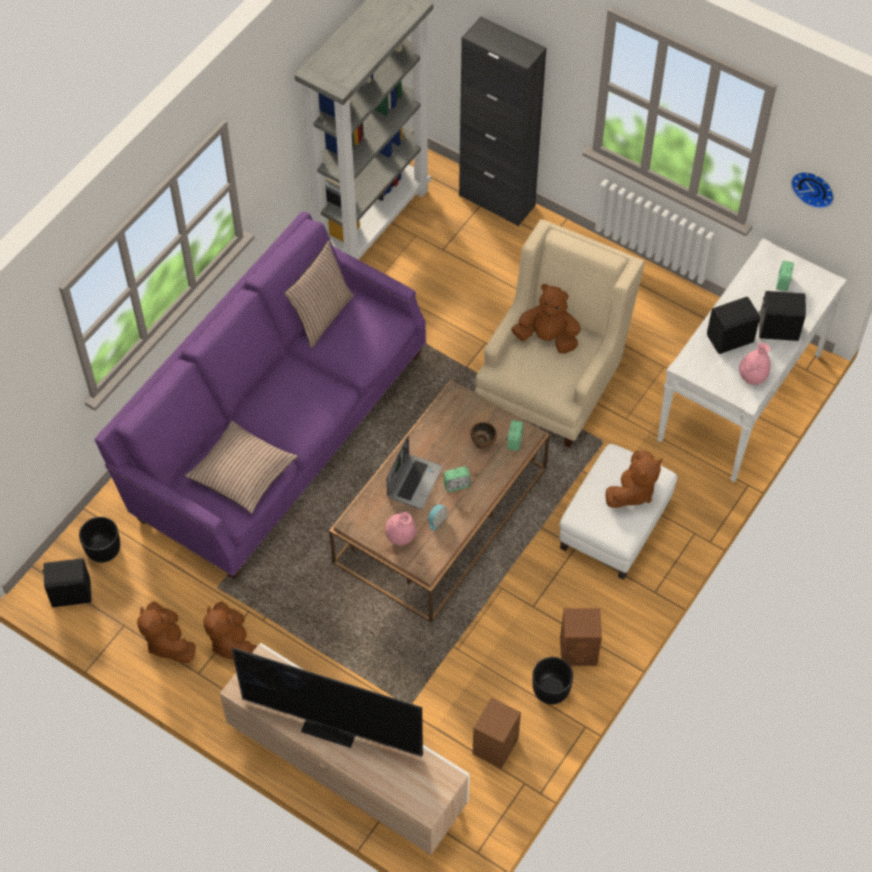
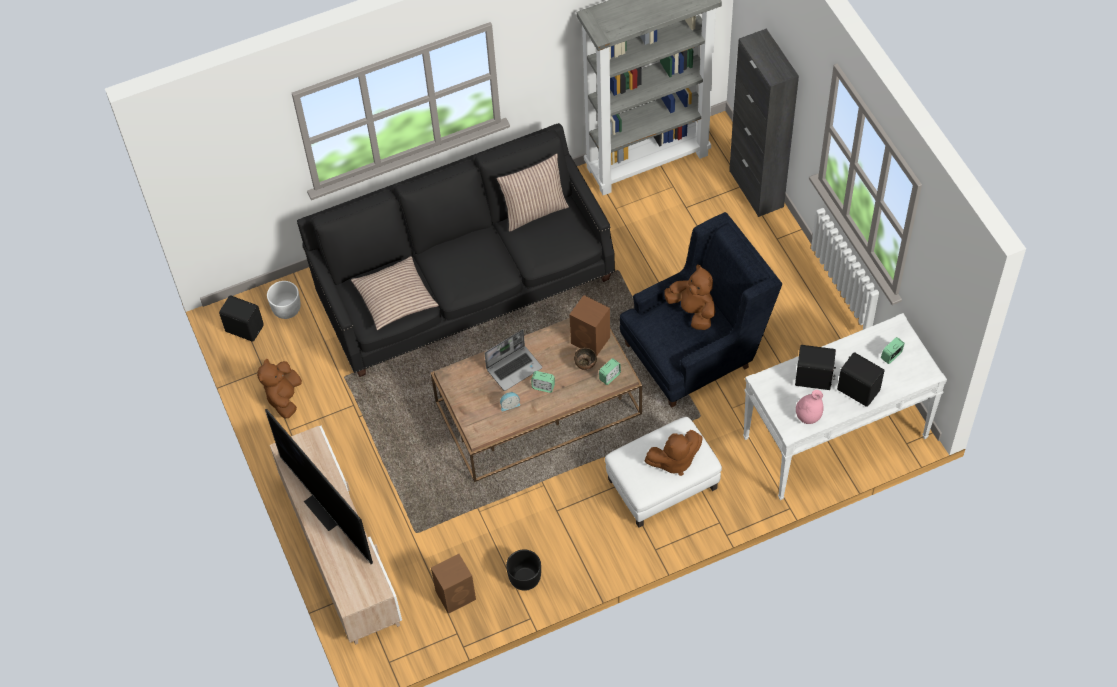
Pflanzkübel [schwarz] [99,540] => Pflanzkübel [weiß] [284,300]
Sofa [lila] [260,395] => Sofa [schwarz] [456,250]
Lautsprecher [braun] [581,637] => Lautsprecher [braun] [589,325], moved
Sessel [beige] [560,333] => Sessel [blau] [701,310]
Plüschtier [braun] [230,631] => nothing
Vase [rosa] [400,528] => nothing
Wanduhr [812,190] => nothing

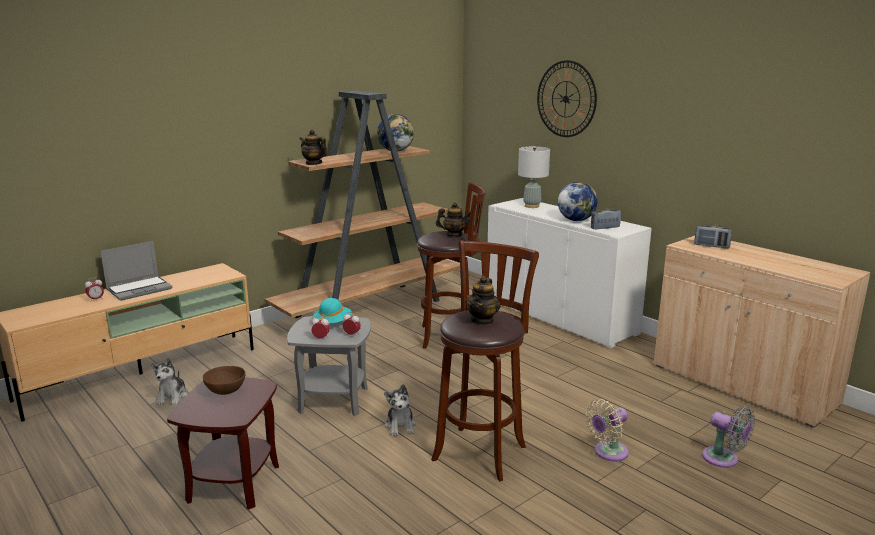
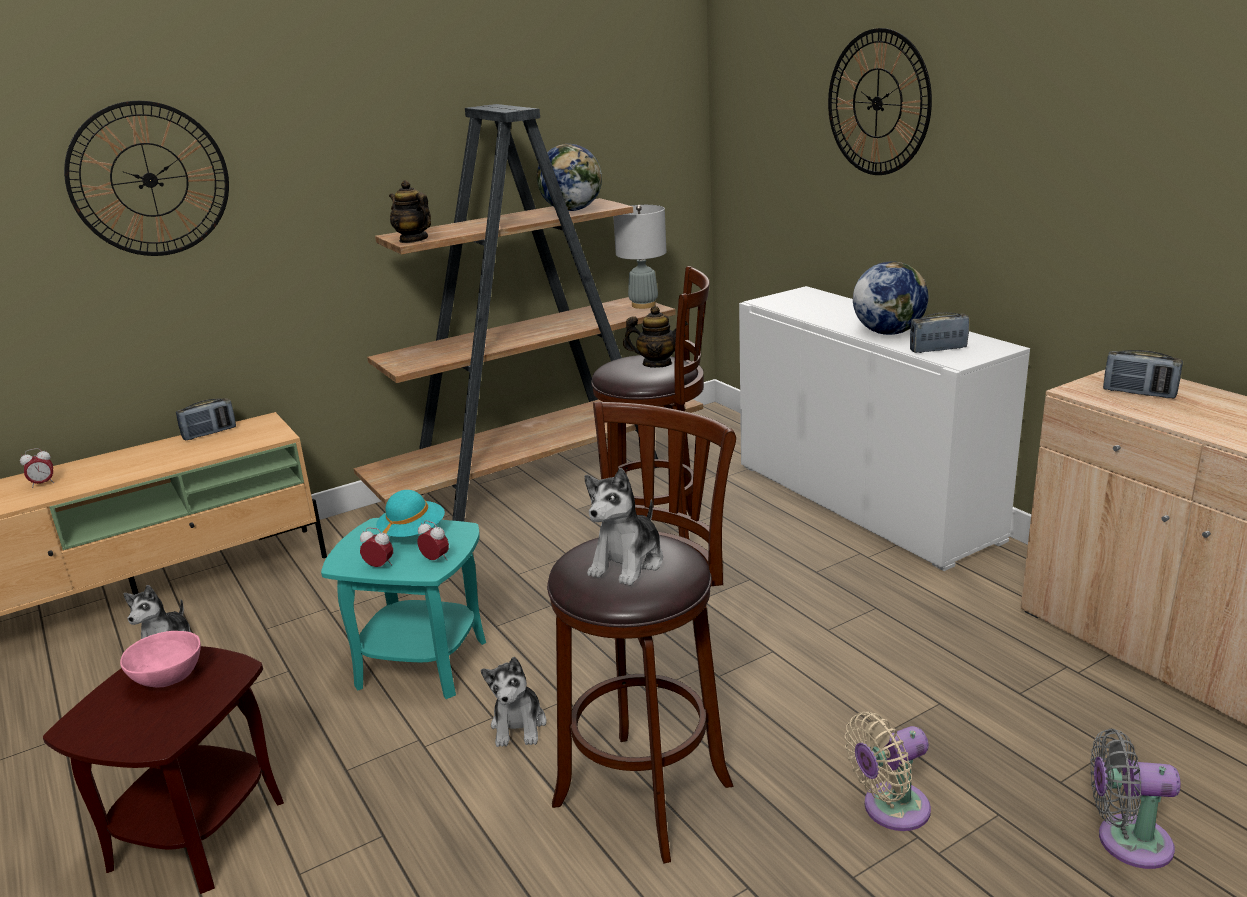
nothing => Wanduhr [146,178]
Schüssel [braun] [224,380] => Schüssel [rosa] [160,659]
nothing => Radio [206,419]
Beistelltisch [grau] [329,366] => Beistelltisch [türkis] [403,608]
Teekanne [482,300] => Plüschtier [624,527]
Tischlampe [grau] [534,177] => Tischlampe [grau] [639,257], moved
Ventilator [grau] [728,437] => Ventilator [grau] [1135,799], 135 degrees clockwise
Laptop [136,271] => nothing

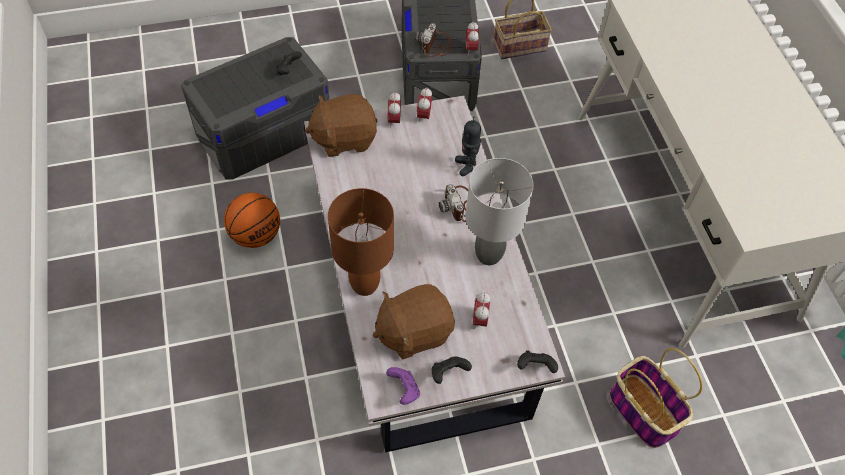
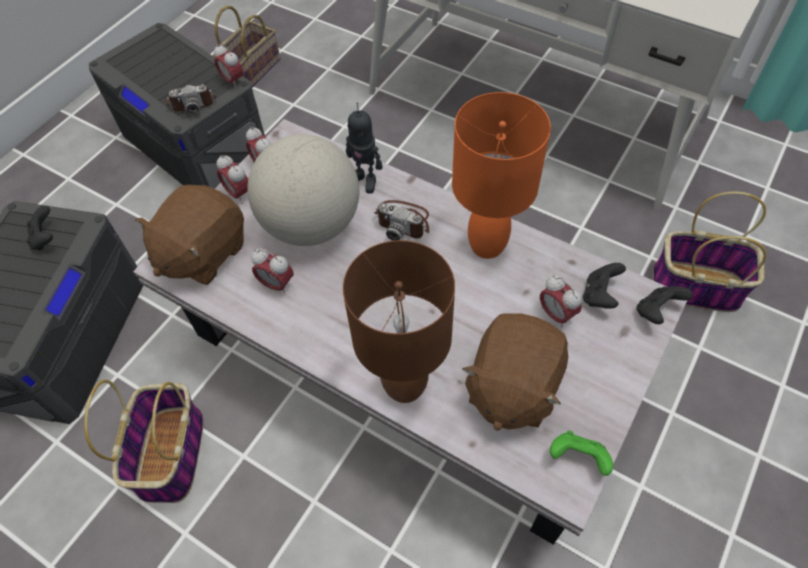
Basketball [252,220] => Korb [144,441]
Kamera [433,40] => Kamera [191,99], 75 degrees counterclockwise
nothing => Globus [303,190]
nothing => Wecker [272,271]
Tischlampe [grau] [499,211] => Tischlampe [orange] [501,175]
Gamepad [lila] [403,386] => Gamepad [grün] [581,453]
Gamepad [schwarz] [452,370] => Gamepad [schwarz] [604,286], moved

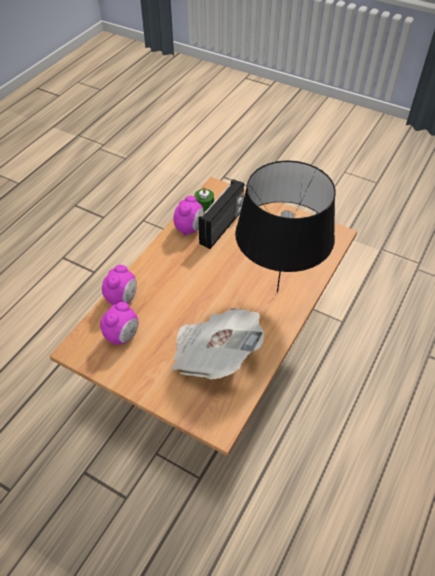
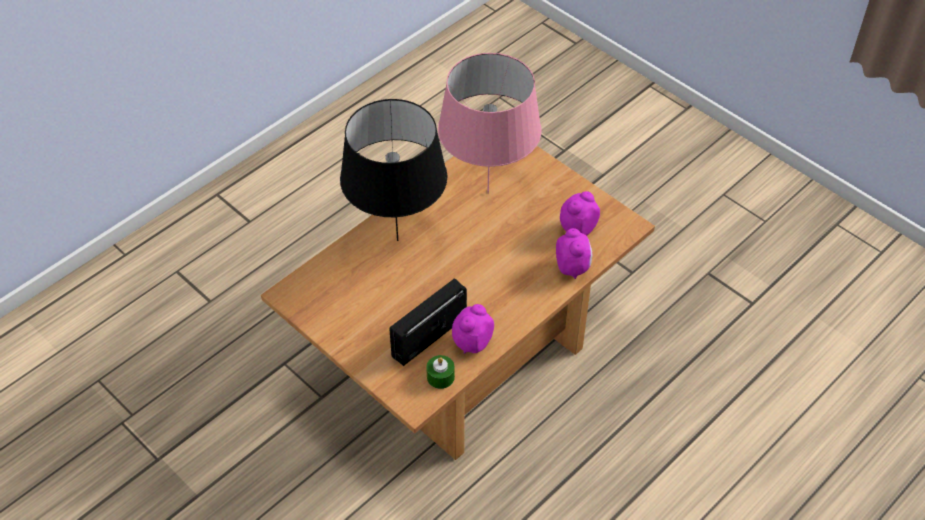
Zeitung [218,344] => Tischlampe [rosa] [490,123]
Wecker [119,285] => Wecker [574,253], 135 degrees clockwise

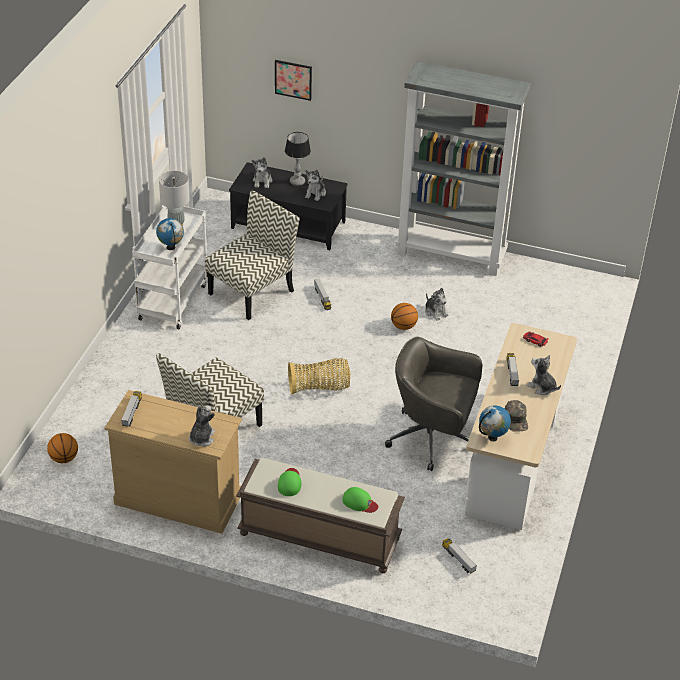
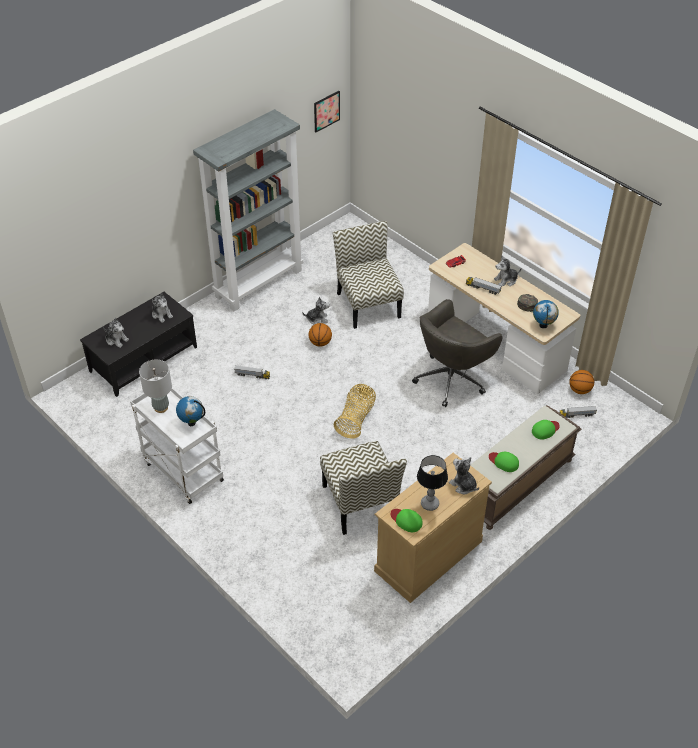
Bild [293,80] => Bild [327,111], moved
Stuhl [252,255] => Stuhl [368,275], moved
Spielzeuglaster [131,409] => Kappe [grün] [406,520]
Tischlampe [298,159] => Tischlampe [432,483], moved
Basketball [62,448] => Basketball [581,382], moved

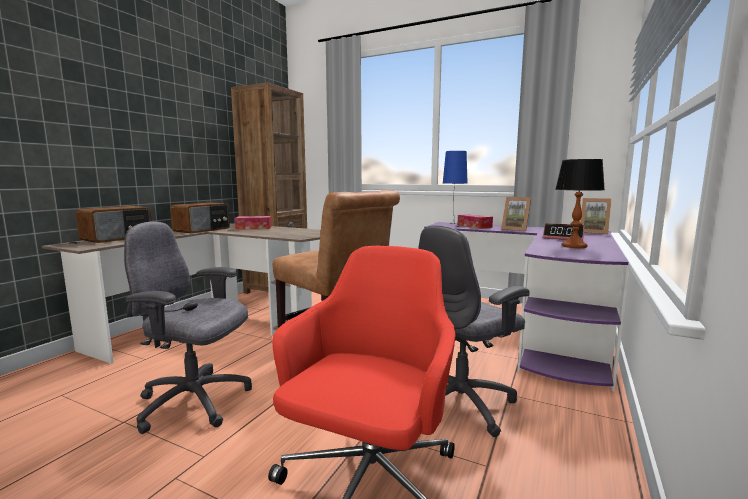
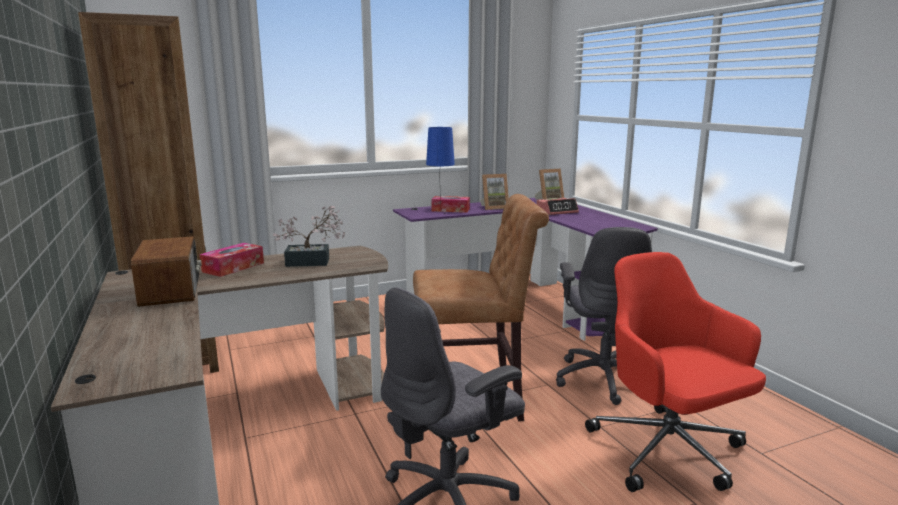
nothing => Topfpflanze [309,236]
Radio [114,224] => nothing
Tischlampe [580,203] => nothing

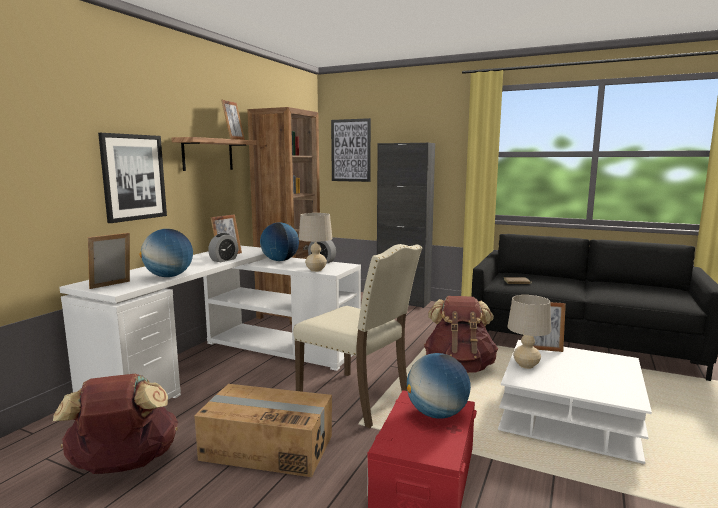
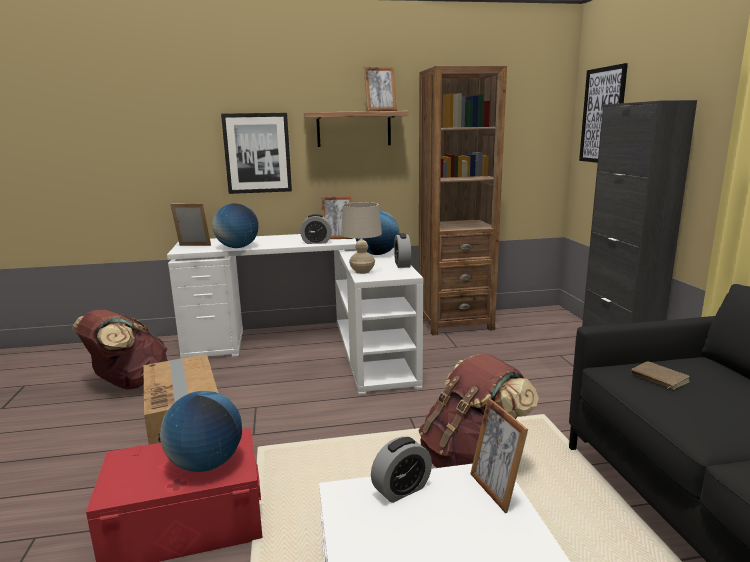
Tischlampe [beige] [529,332] => Wecker [401,470]
Stuhl [beige] [357,336] => nothing

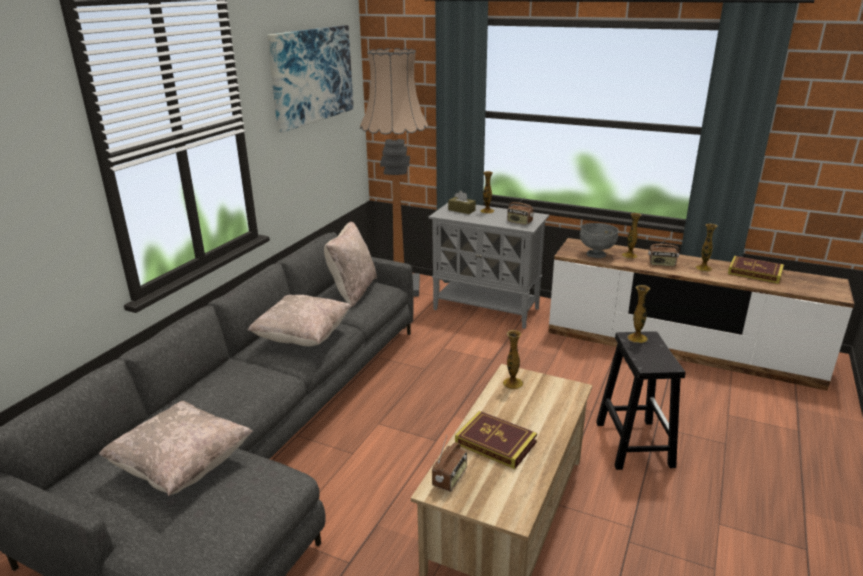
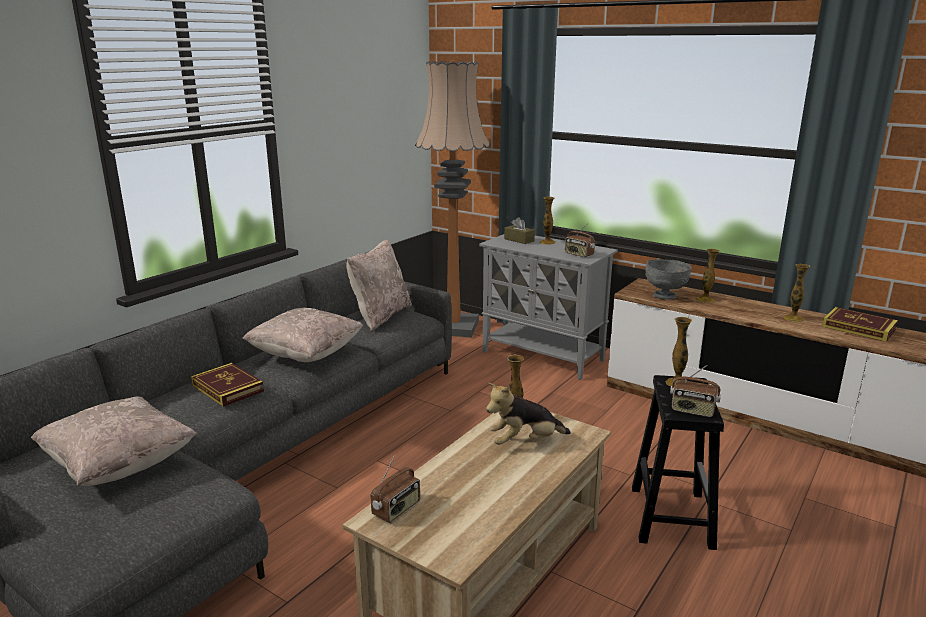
Buch [496,440] => Buch [227,385], moved
nothing => Plüschtier [528,414]
Radio [663,251] => Radio [695,391], moved
Bild [310,79] => nothing

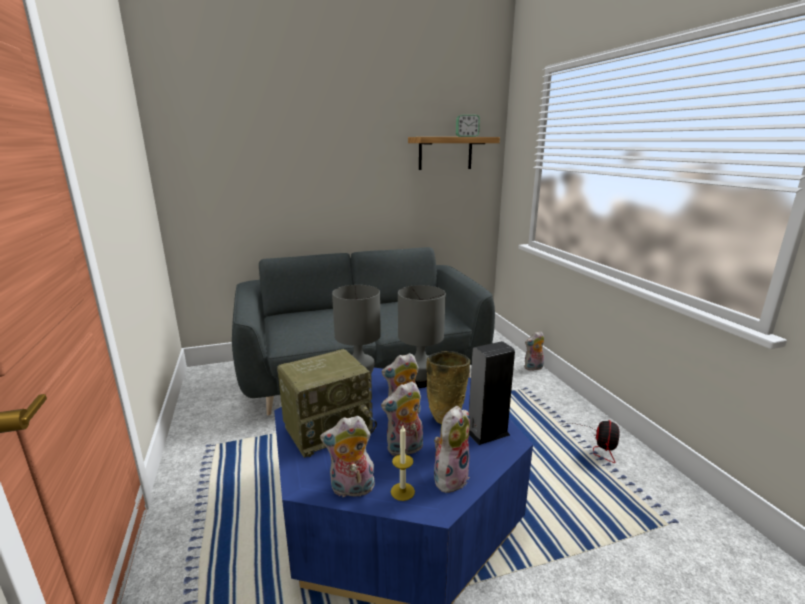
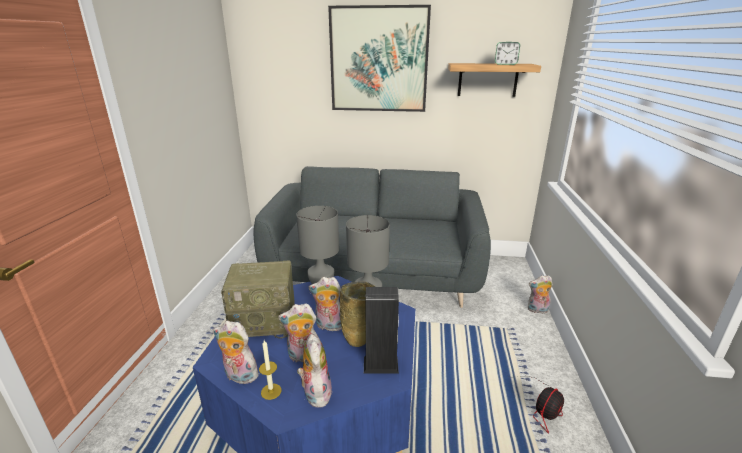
Plüschtier [452,449] => Plüschtier [315,371], 75 degrees counterclockwise
nothing => Bild [379,58]

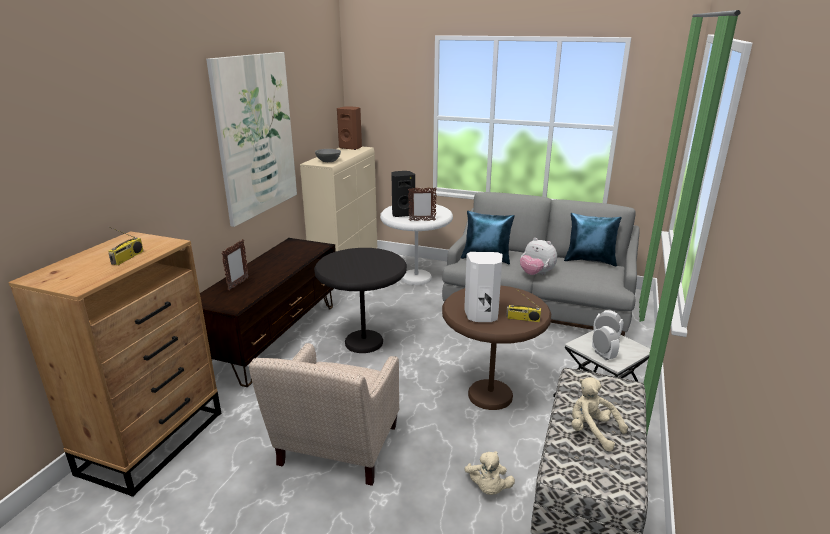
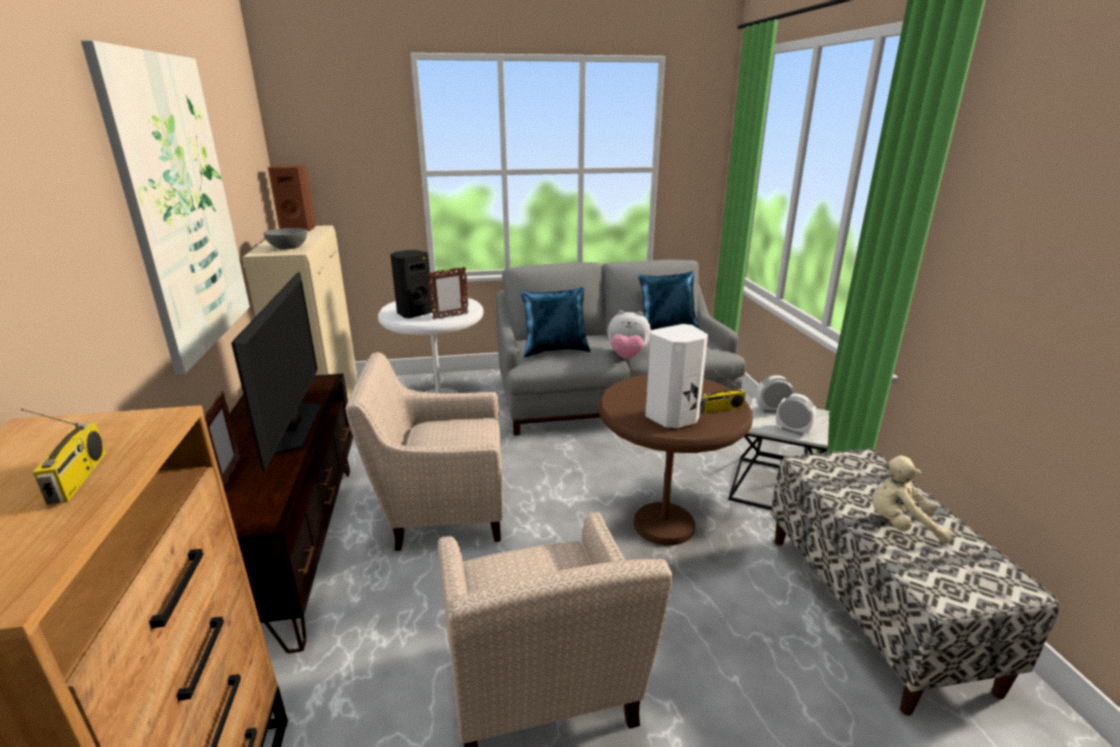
nothing => Fernseher [276,372]
Beistelltisch [schwarz] [360,300] => Sessel [beige] [424,451]
Plüschtier [beige] [490,473] => nothing

